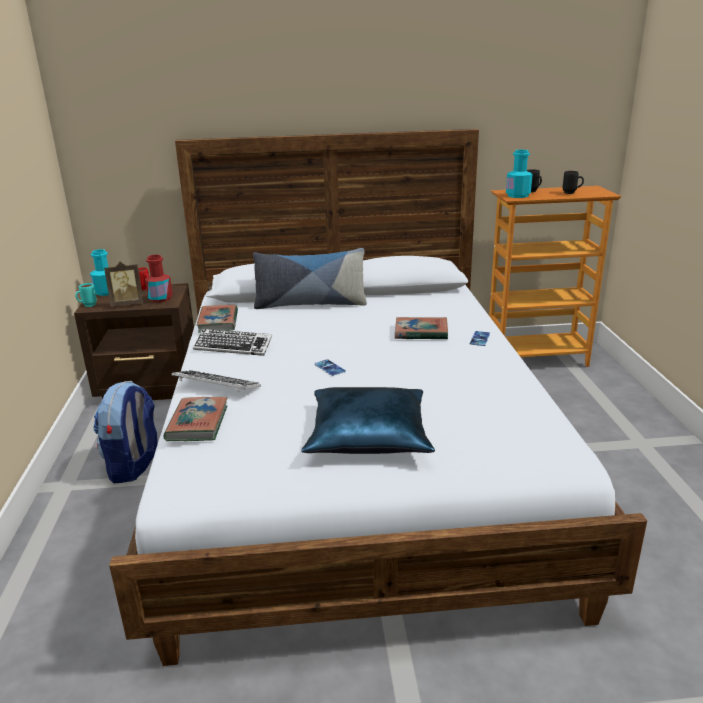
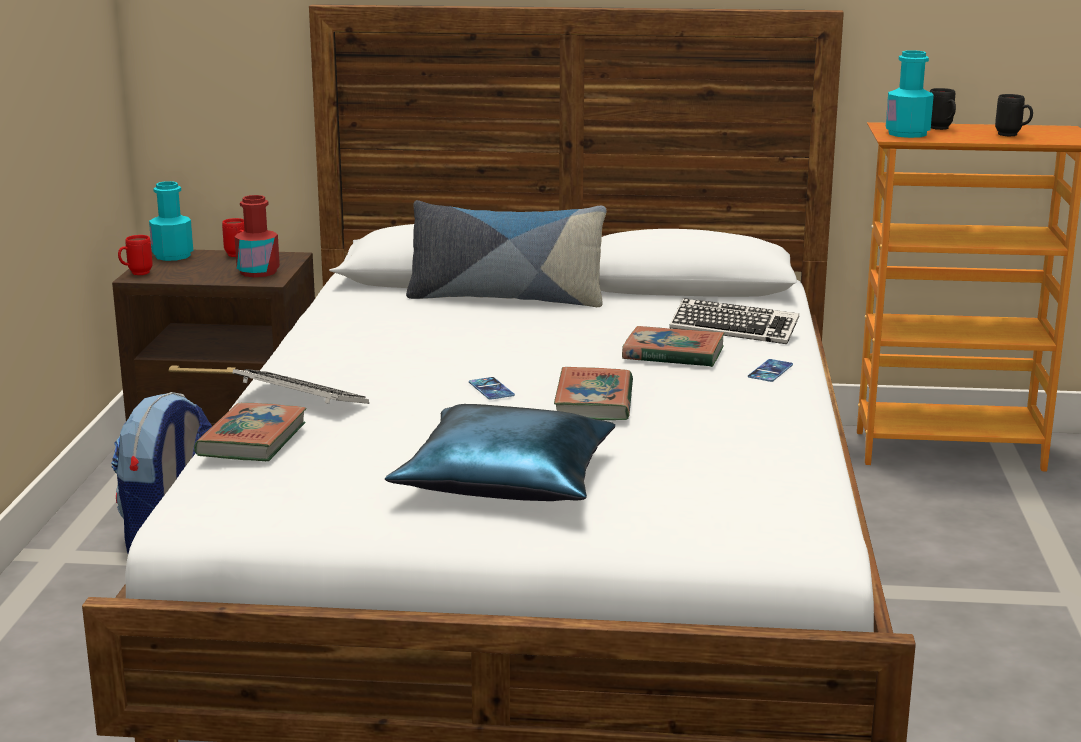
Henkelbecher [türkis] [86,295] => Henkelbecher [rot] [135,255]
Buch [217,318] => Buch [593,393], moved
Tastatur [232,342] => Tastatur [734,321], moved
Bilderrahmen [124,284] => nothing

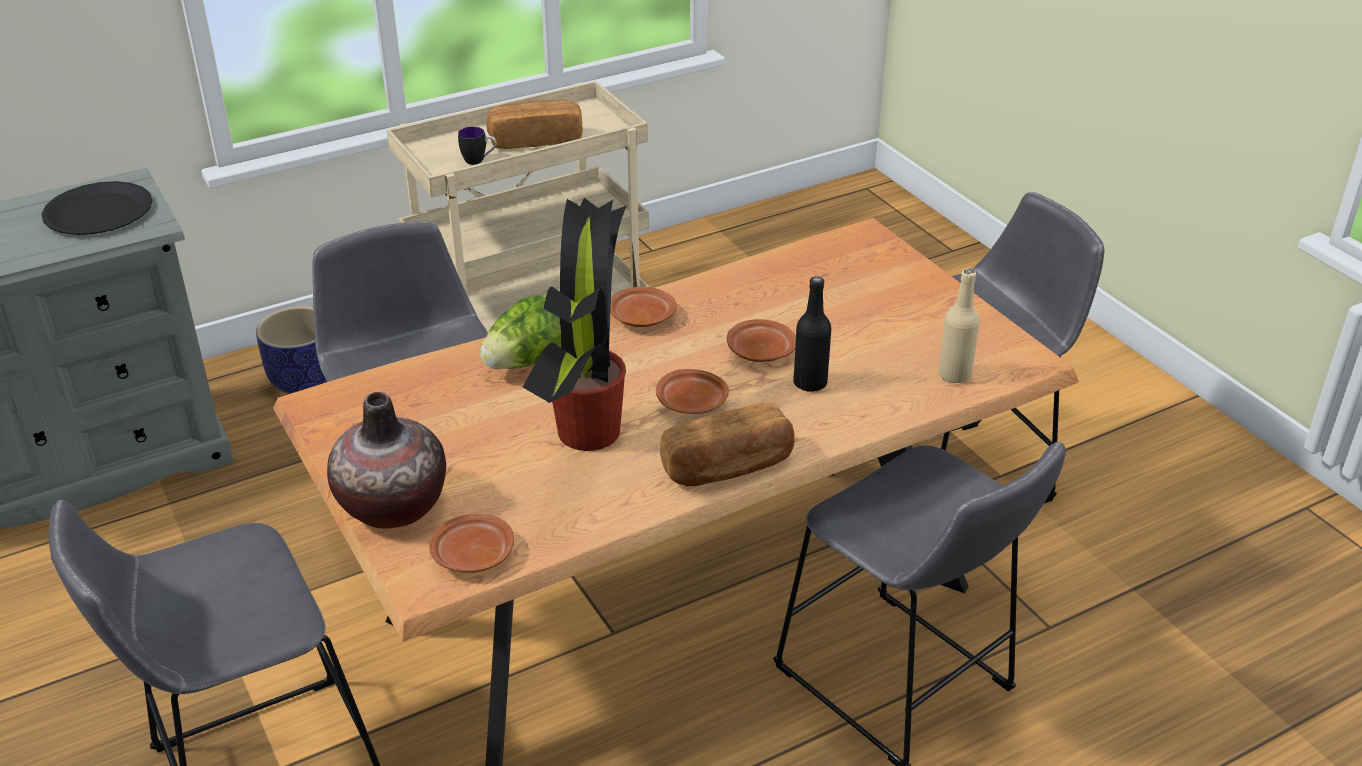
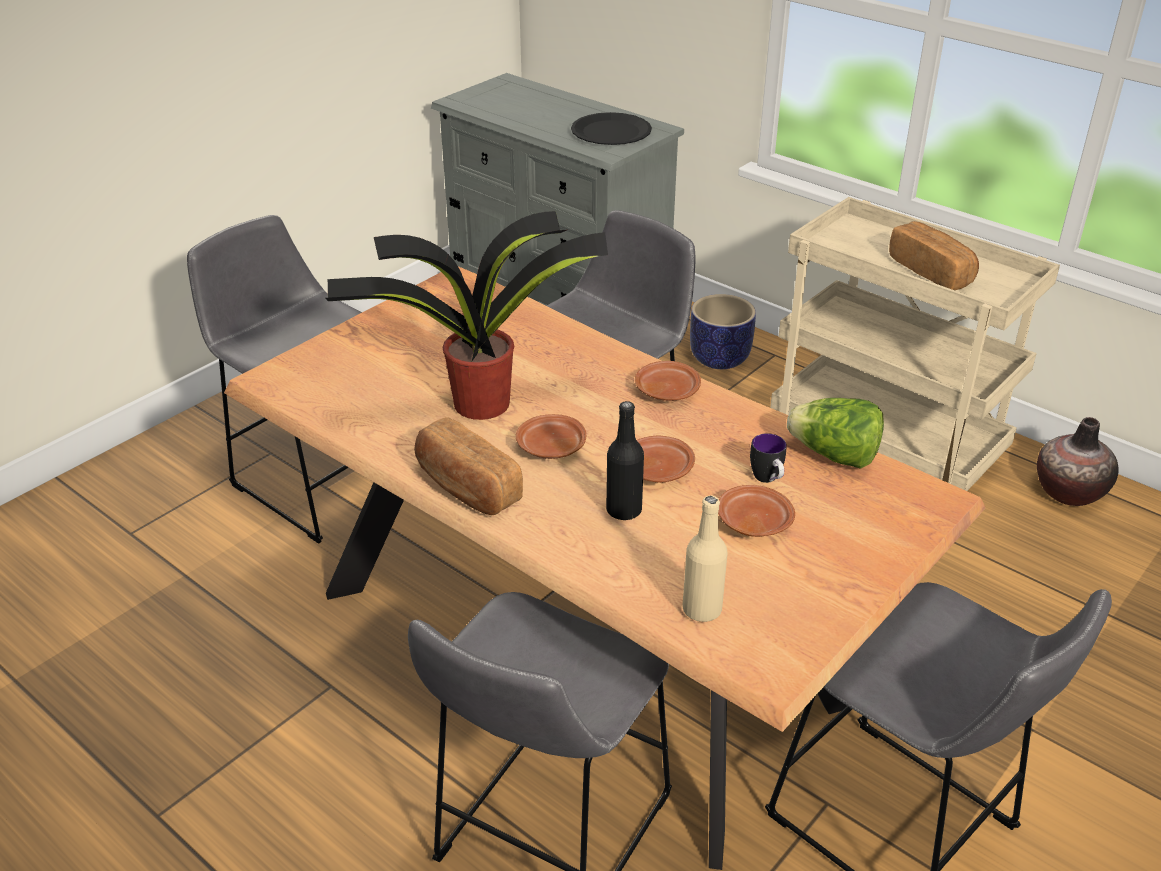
Teller [braun] [471,543] => Teller [braun] [756,511], moved
Henkelbecher [477,146] => Henkelbecher [768,458], moved
Salatkopf [520,332] => Salatkopf [835,433], moved
Vase [386,460] => Vase [1078,461], moved

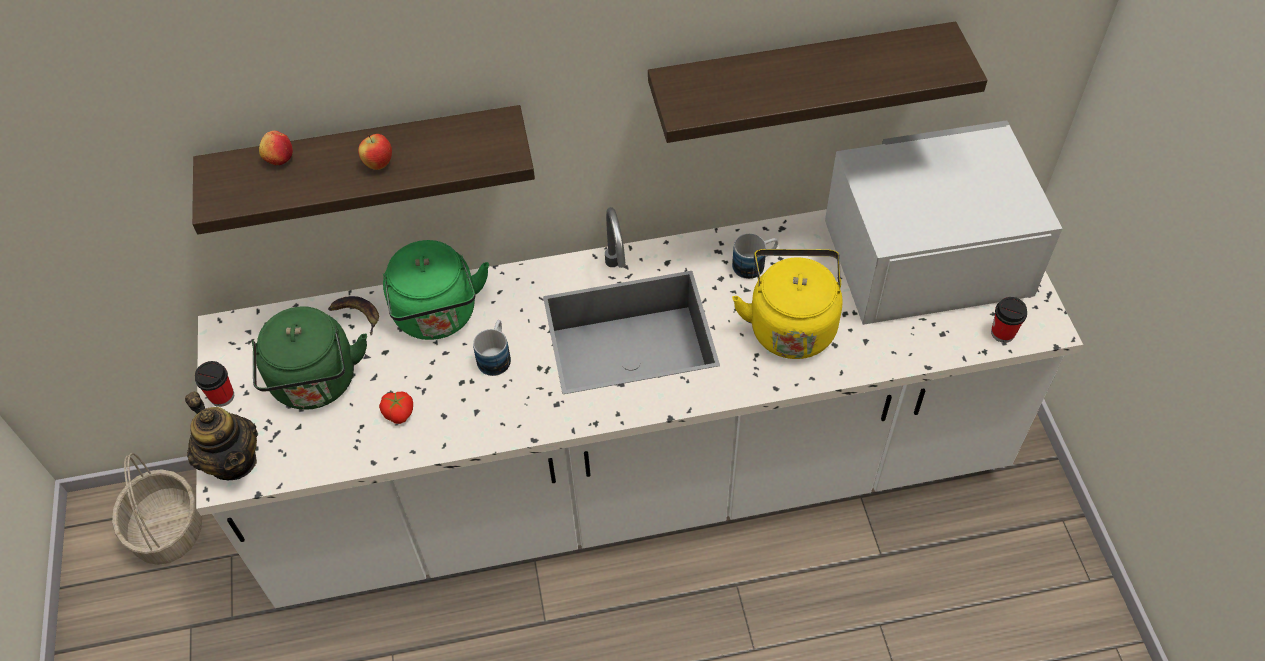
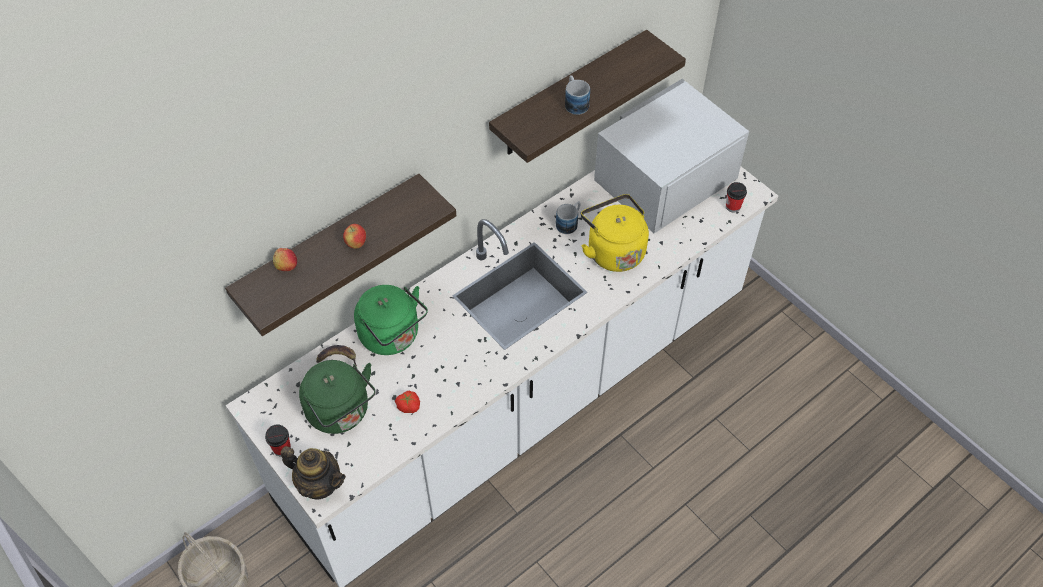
Henkelbecher [492,348] => Henkelbecher [577,95], moved

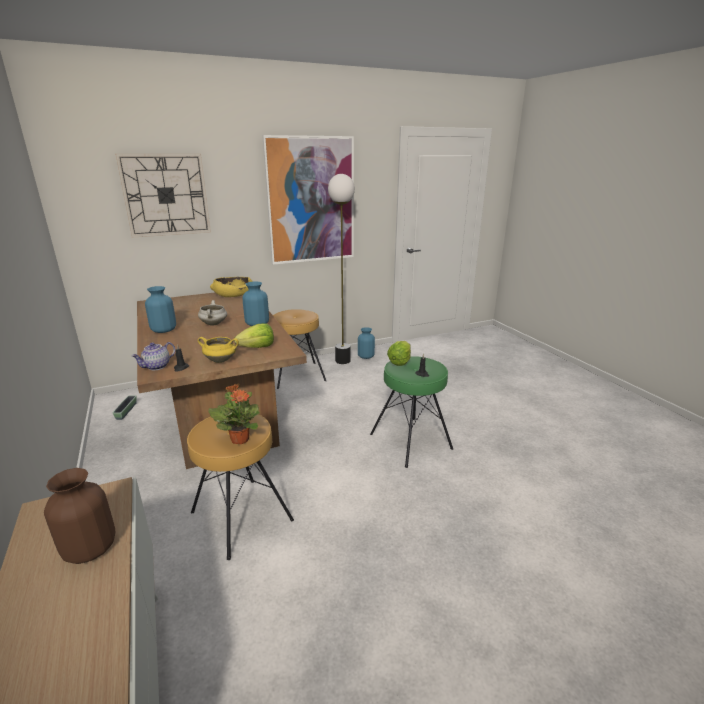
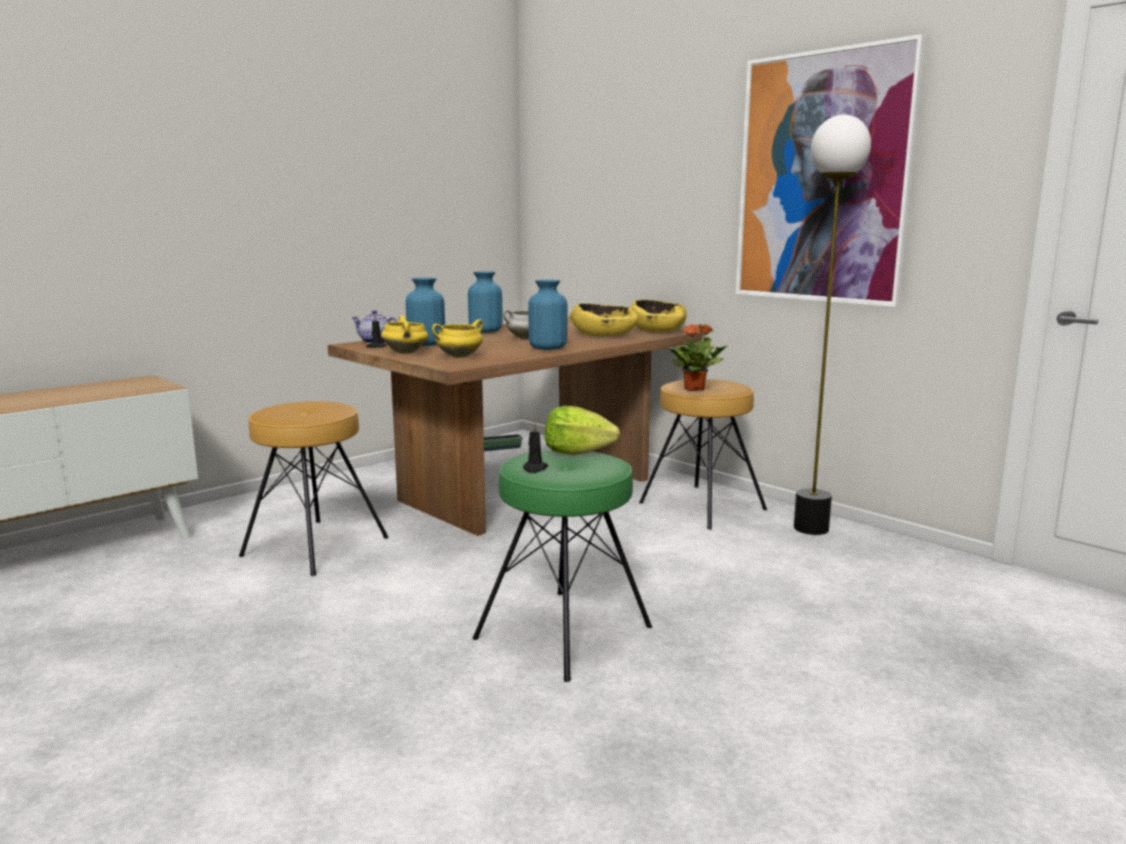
Vase [blau] [366,343] => Vase [blau] [425,312], moved
Salatkopf [254,335] => Kochtopf [gelb] [458,338]
nothing => Schüssel [gelb] [604,319]
Topfpflanze [234,414] => Topfpflanze [697,357], moved
Vase [braun] [79,516] => nothing
Wanduhr [163,196] => nothing

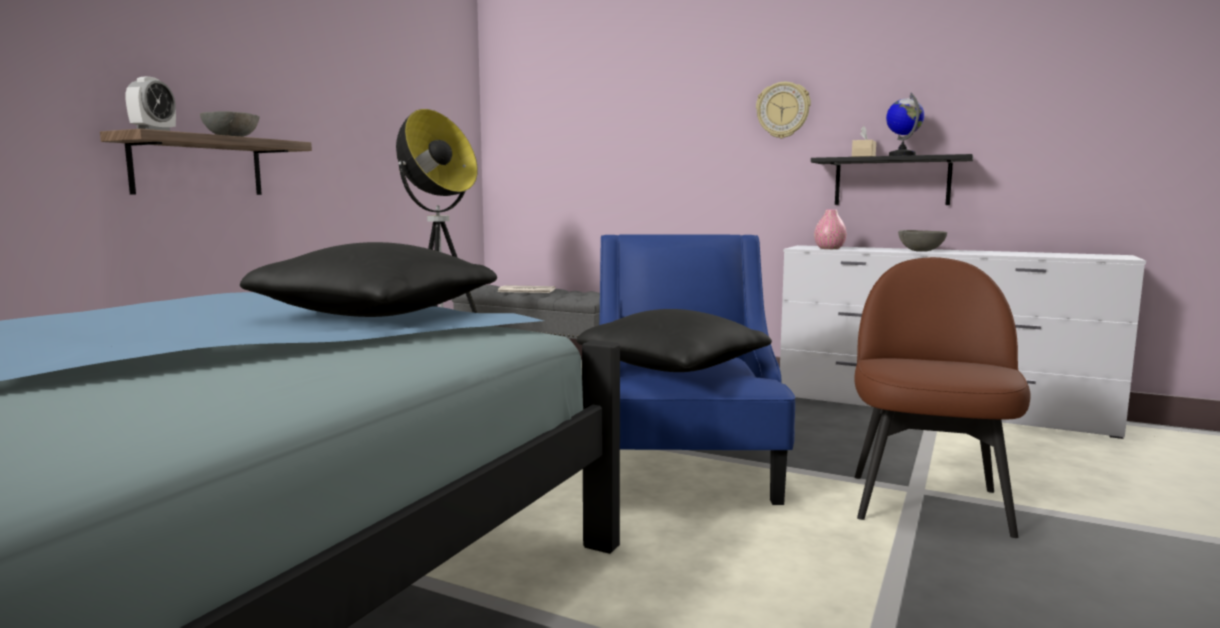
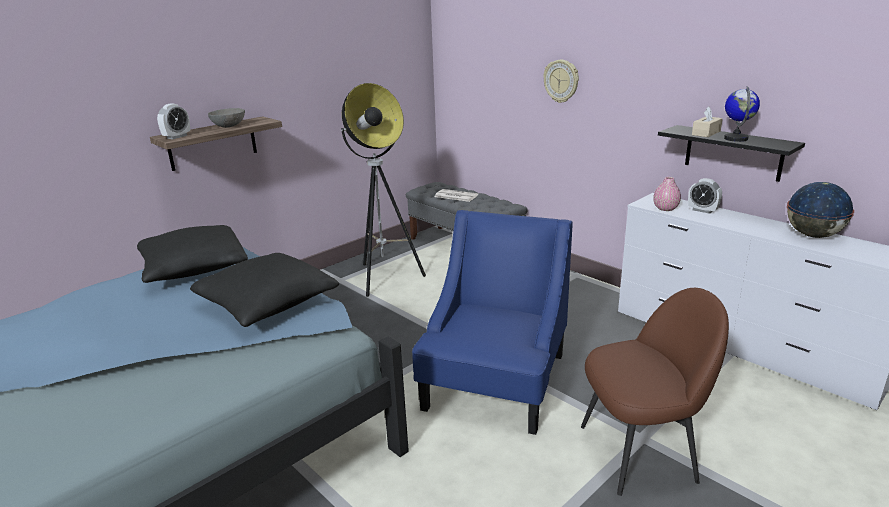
Kissen [schwarz] [674,340] => Kissen [schwarz] [192,254], moved
Wanduhr [783,110] => Wanduhr [561,81], moved
Stuhl [braun] [942,397] => Stuhl [braun] [655,392], 45 degrees clockwise
nothing => Wecker [705,196]
nothing => Globus [820,210]
Schüssel [grau] [922,241] => nothing

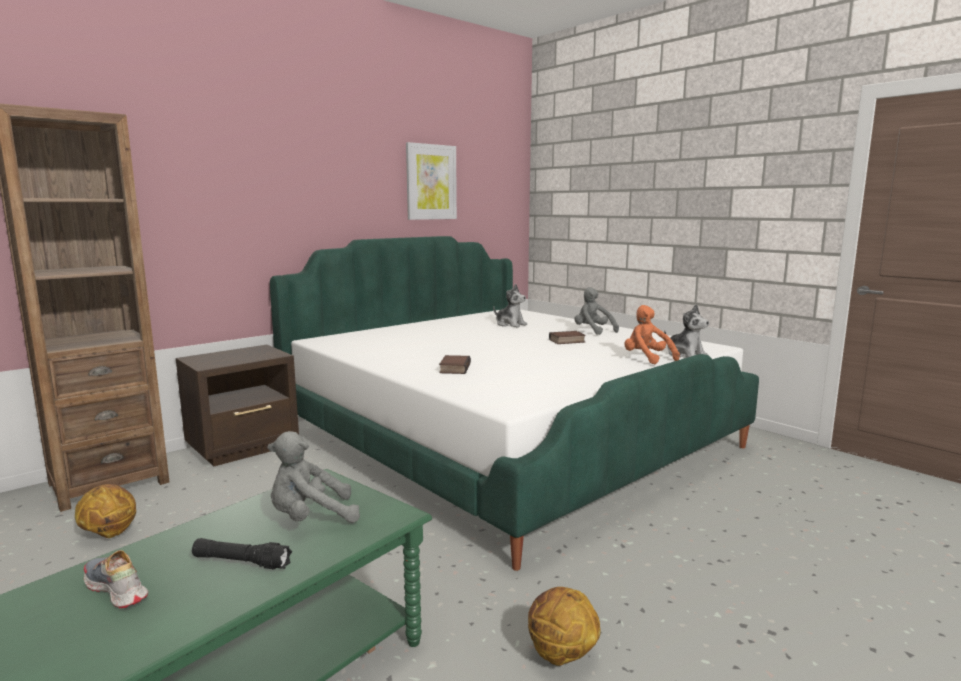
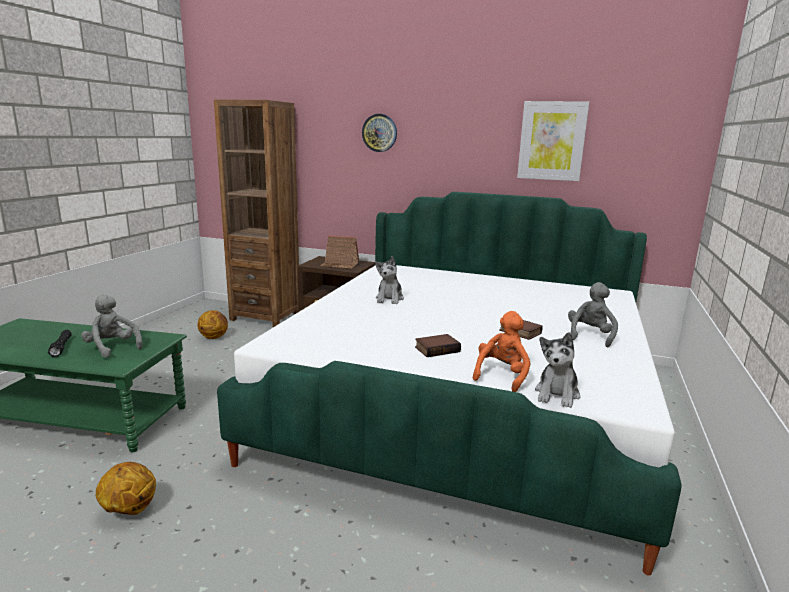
nothing => Spielzeughaus [339,252]
nothing => Wanduhr [379,133]
Plüschtier [510,305] => Plüschtier [389,280], moved
Buch [455,364] => Buch [438,345], moved
Schuh [116,579] => nothing

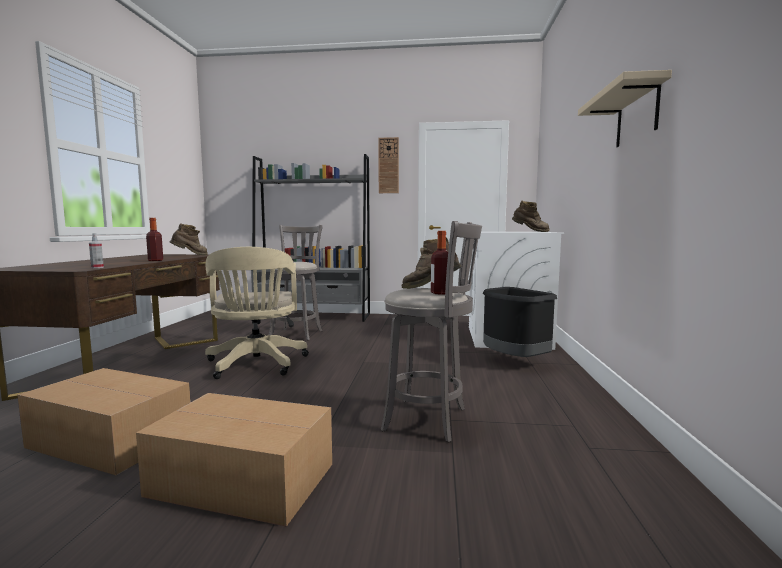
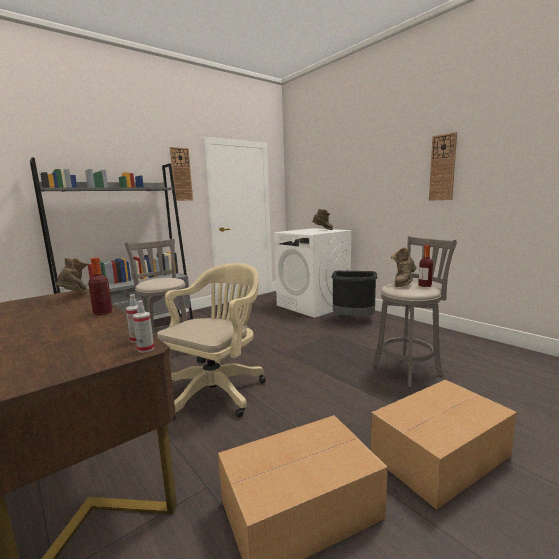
nothing => Sprühflasche [143,326]
Bürostuhl [beige] [257,313] => Bürostuhl [beige] [211,341], 90 degrees counterclockwise
Wandregal [beige] [625,108] => Wanduhr [443,166]

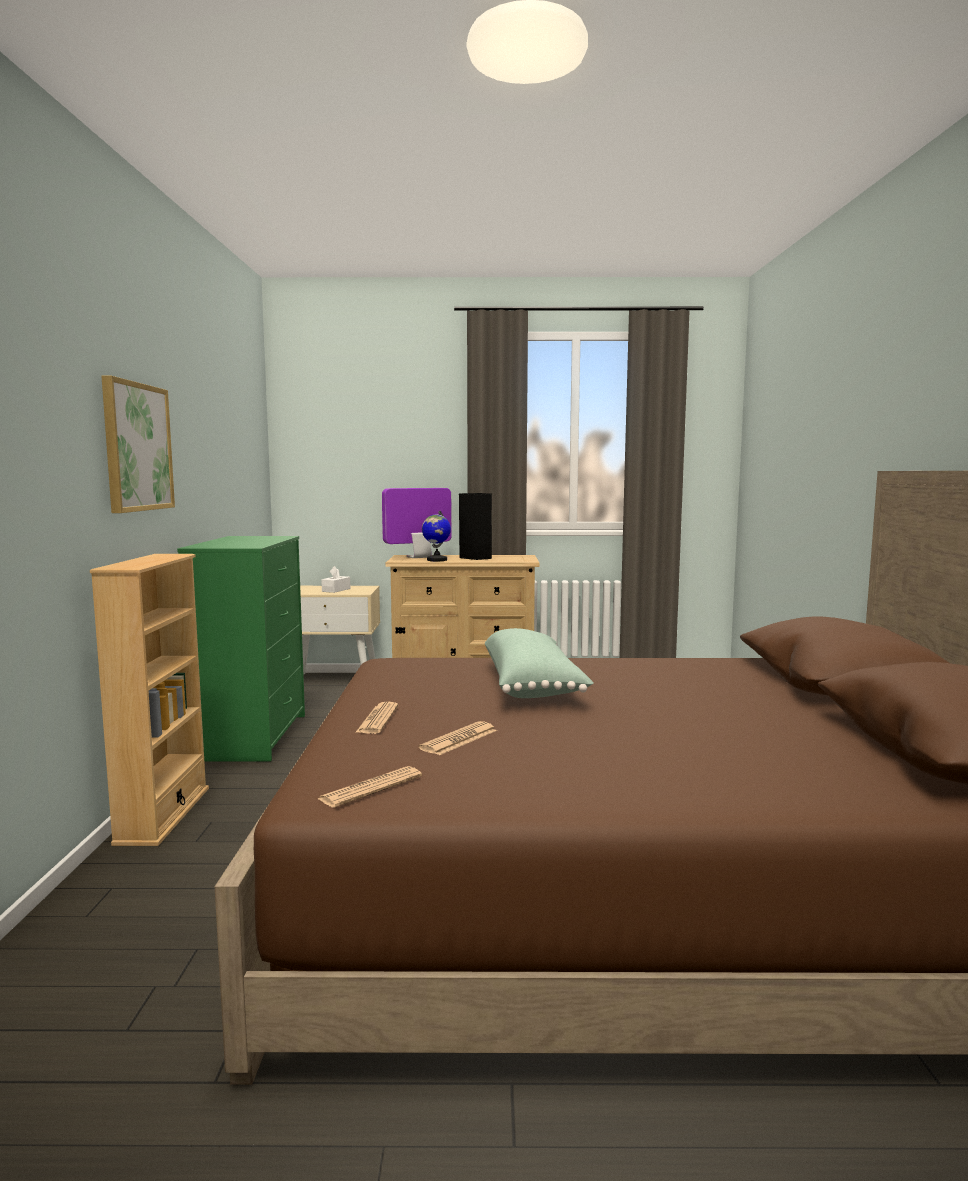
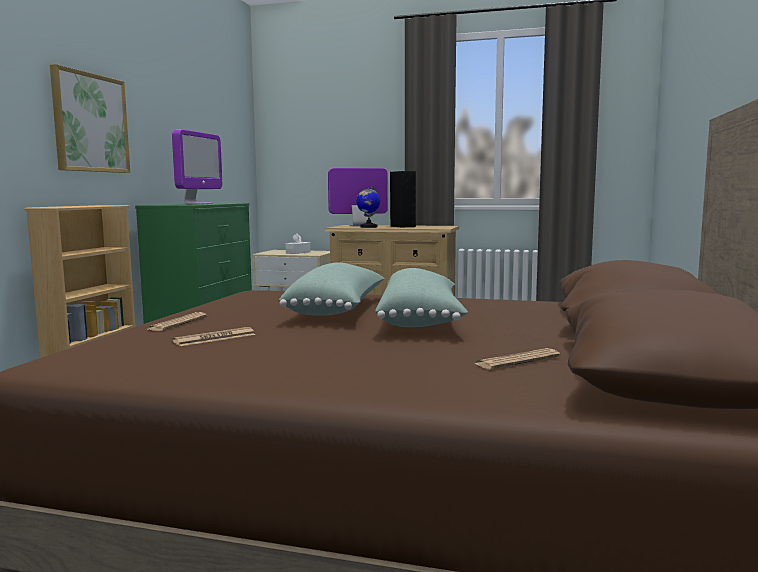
nothing => Monitor [197,167]
nothing => Kissen [grün] [421,297]
Zeitung [370,787] => Zeitung [517,358], moved

